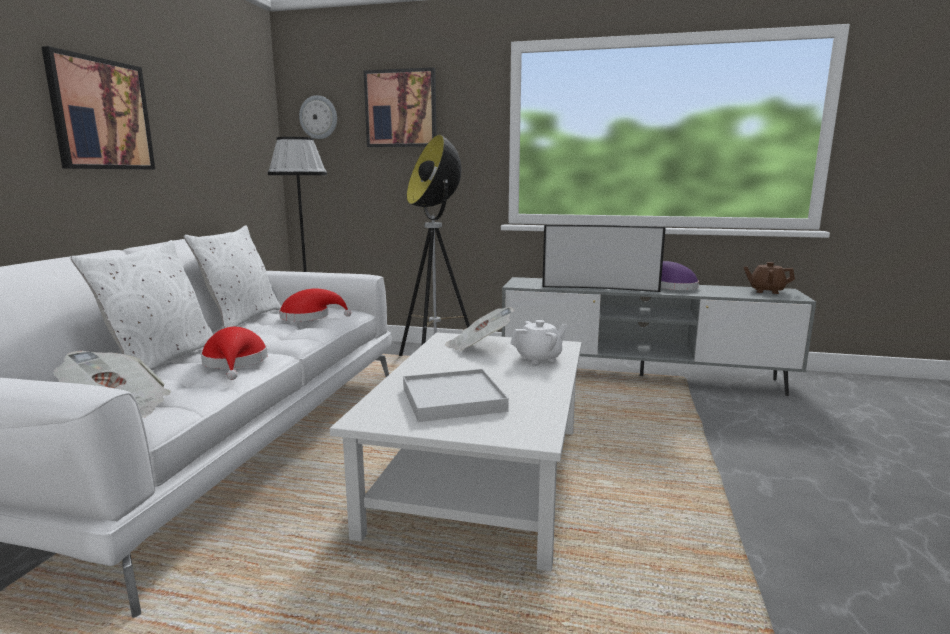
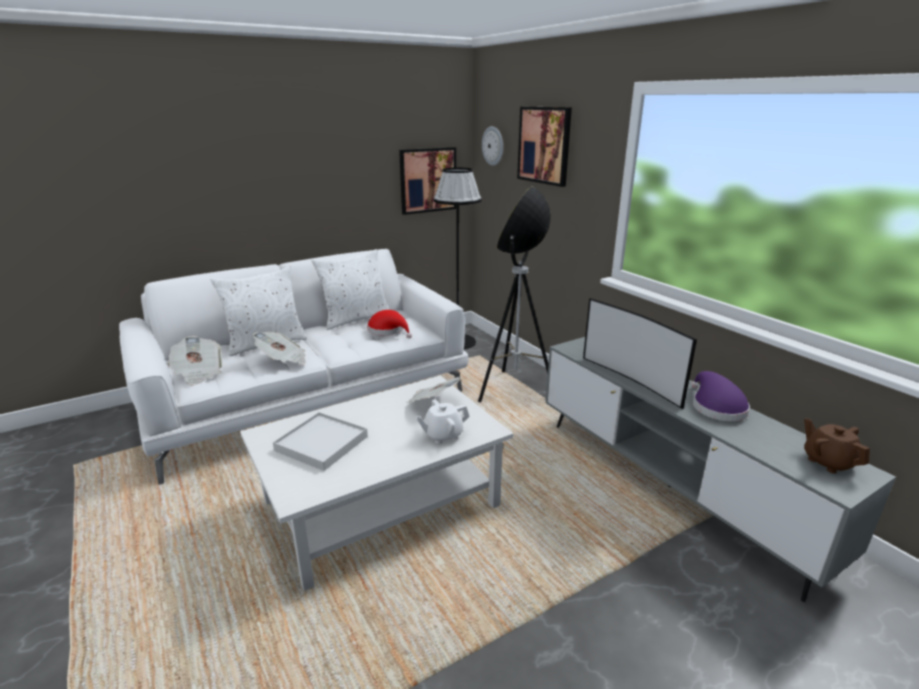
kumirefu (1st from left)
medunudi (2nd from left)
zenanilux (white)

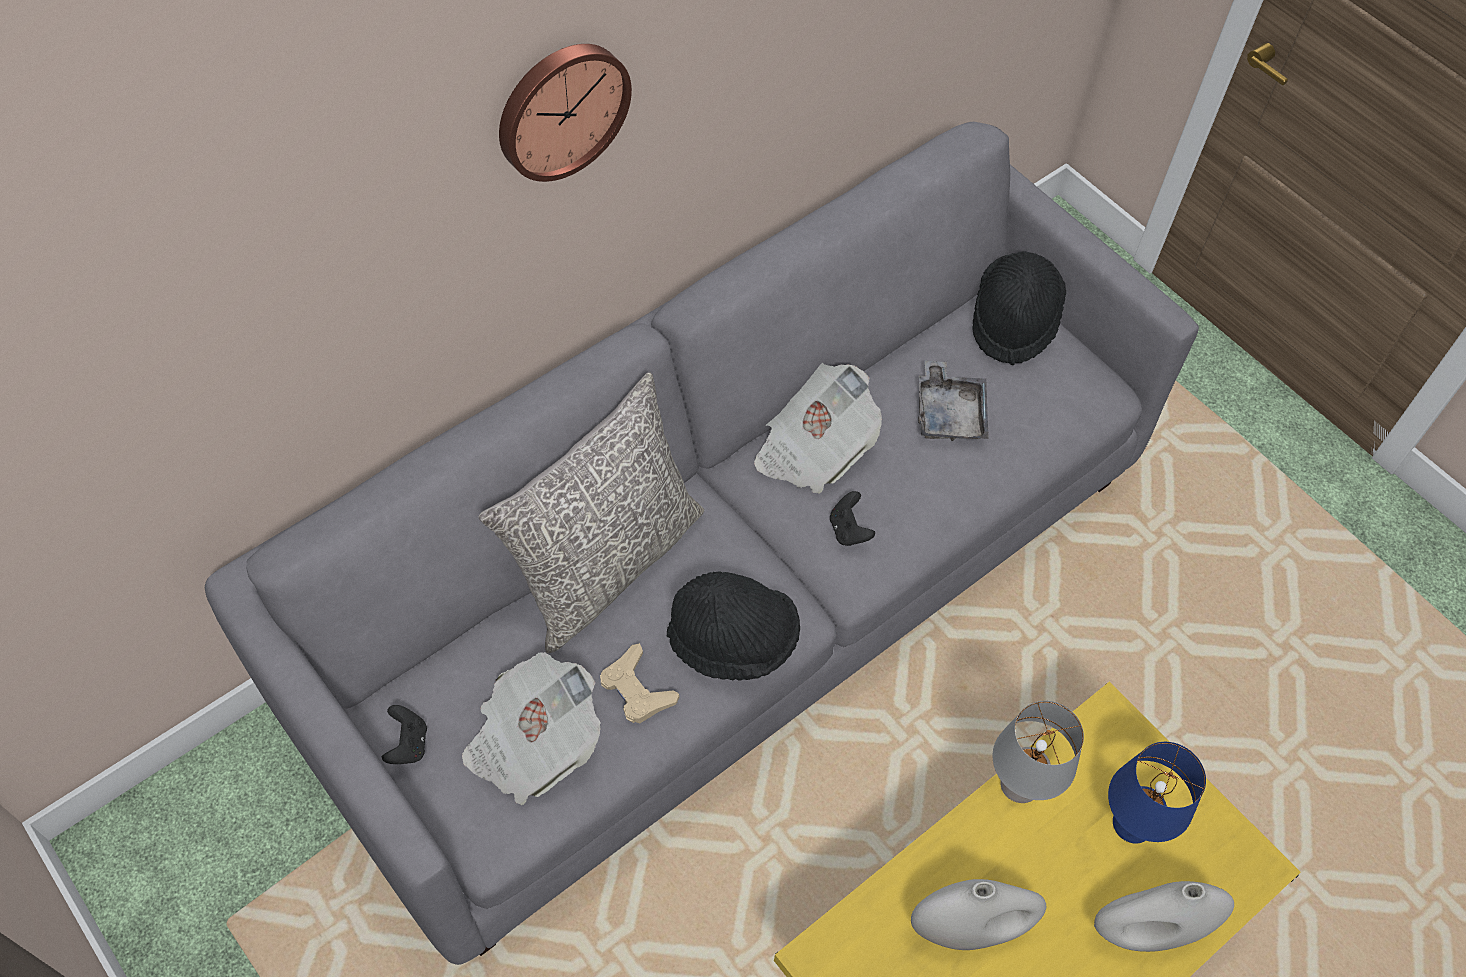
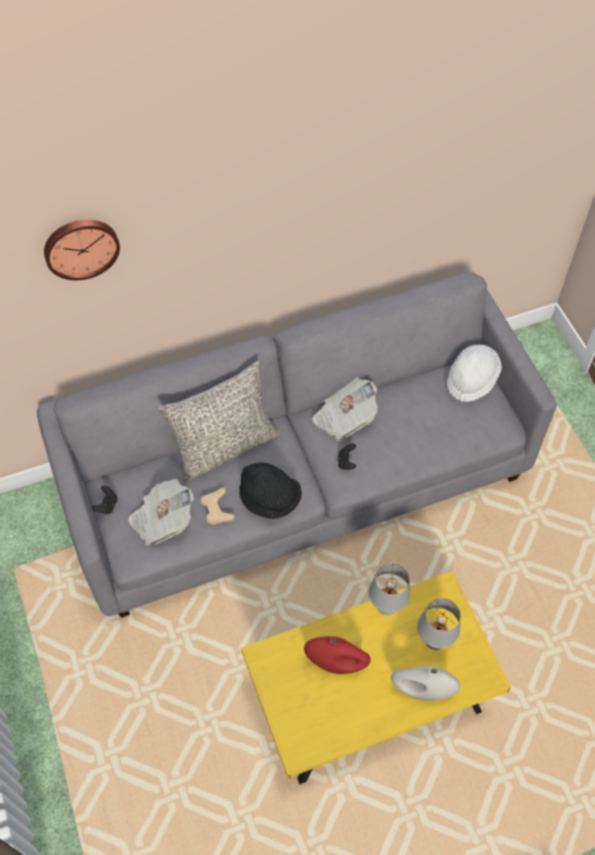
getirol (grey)
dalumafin
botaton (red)
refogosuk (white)
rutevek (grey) (2nd from left)

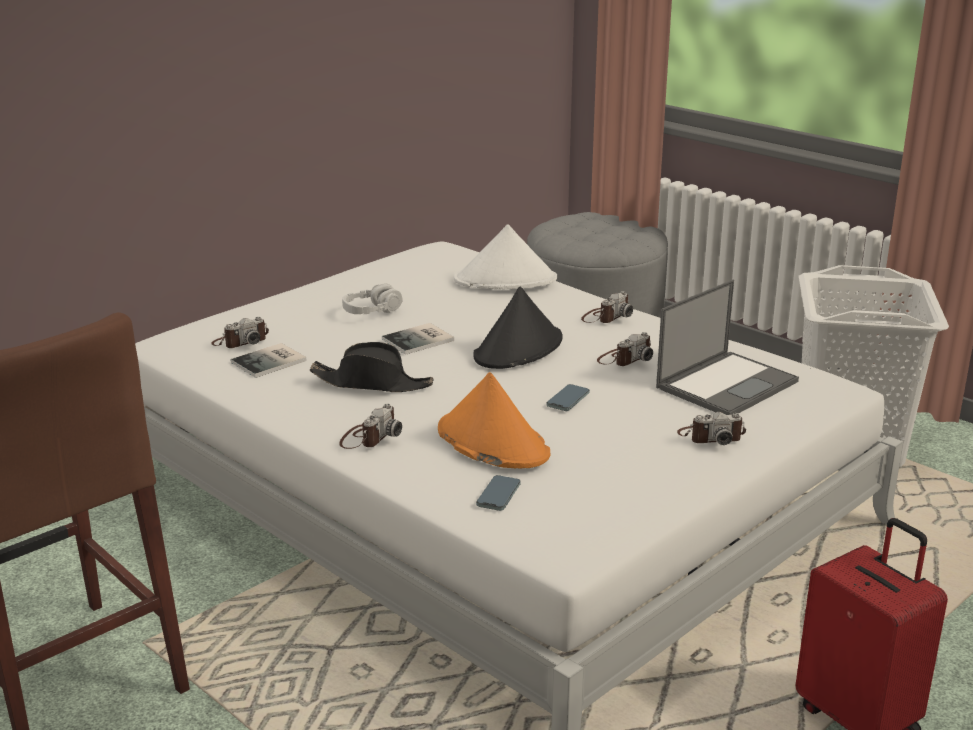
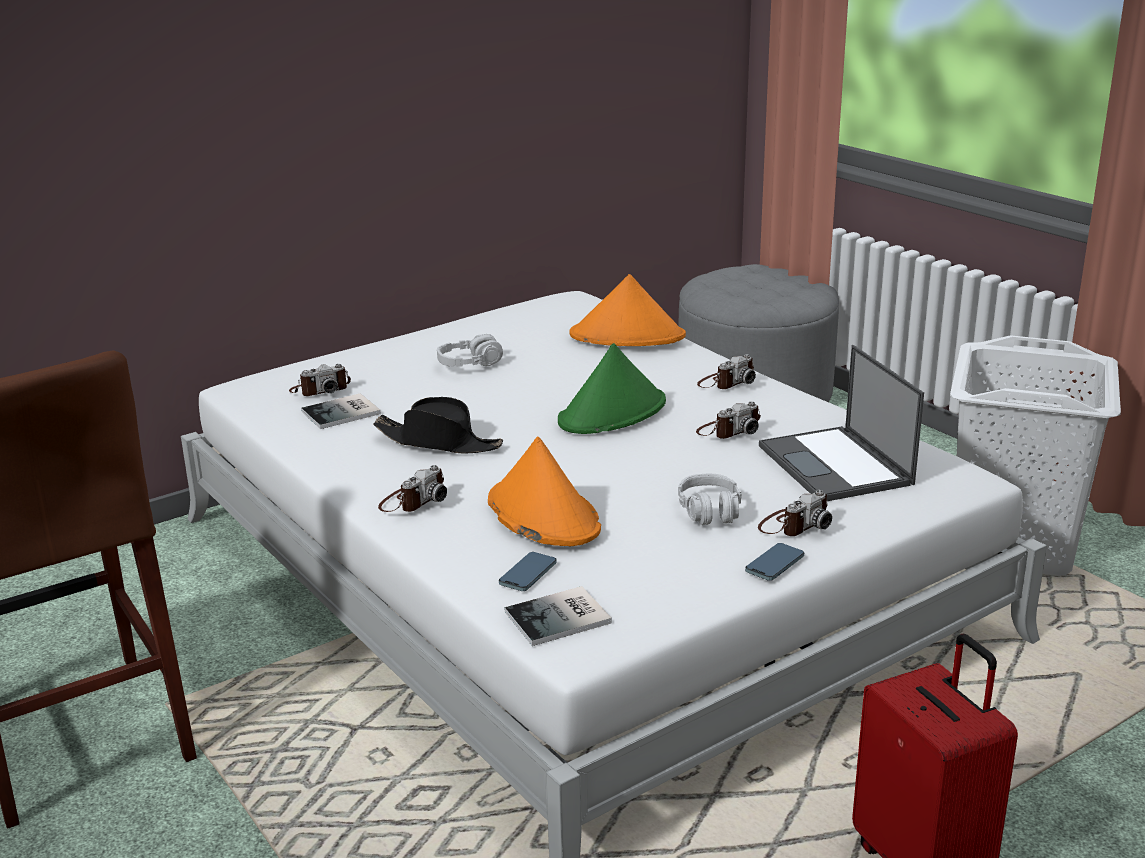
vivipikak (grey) (2nd from left)
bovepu (2nd from left)
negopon (2nd from left)
refogosuk (orange) (2nd from left)
refogosuk (green)
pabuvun
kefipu (5th from left)

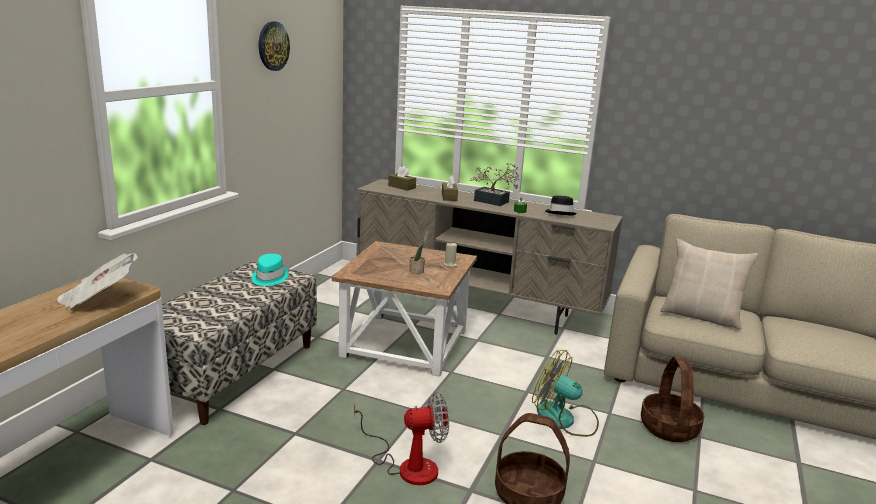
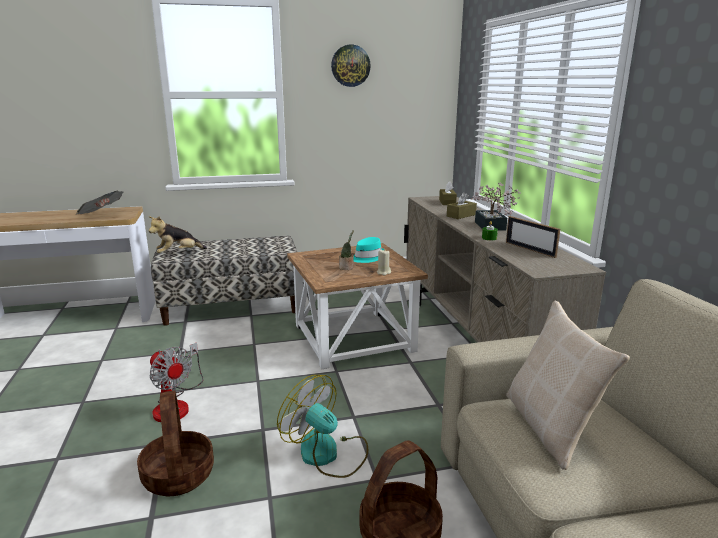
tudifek
refogosuk (turquoise)
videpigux
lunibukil (2nd from left)

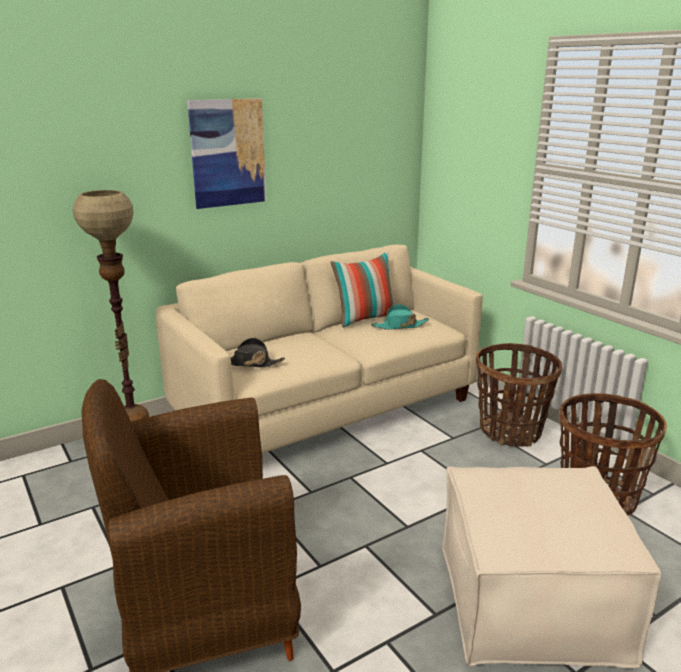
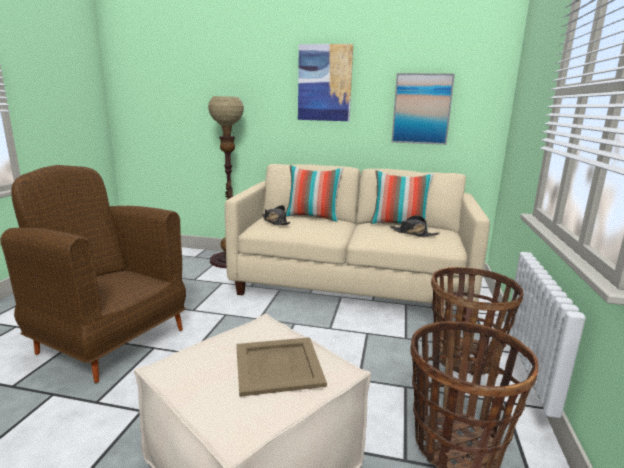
getirol (beige)
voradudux (1st from left)
kumirefu (2nd from left)
refogosuk (black) (2nd from left)

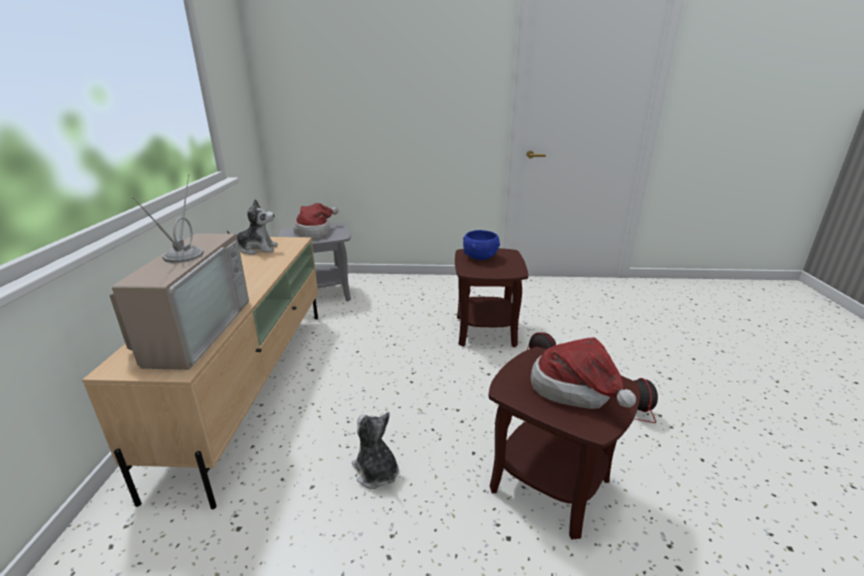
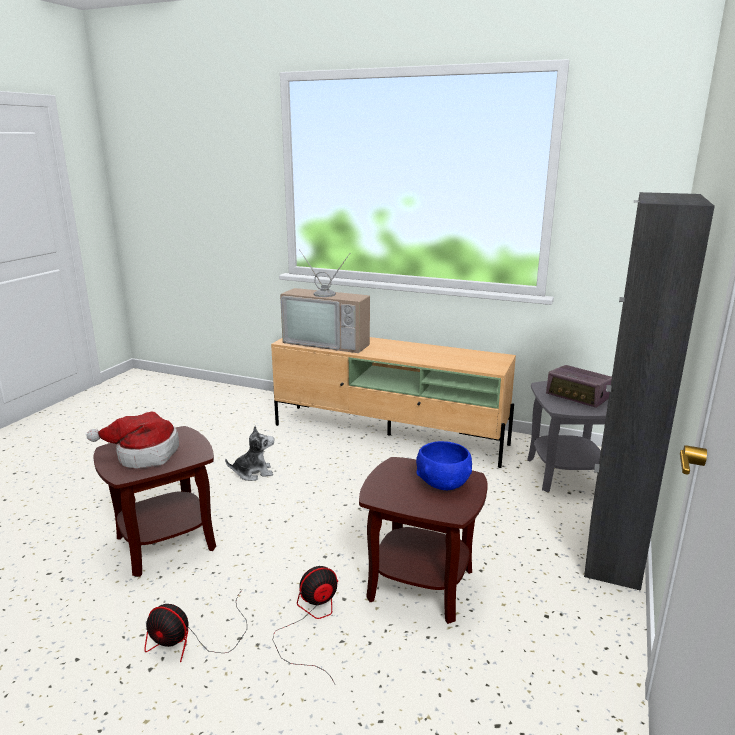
tudifek (1st from left in the first image)
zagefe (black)
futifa

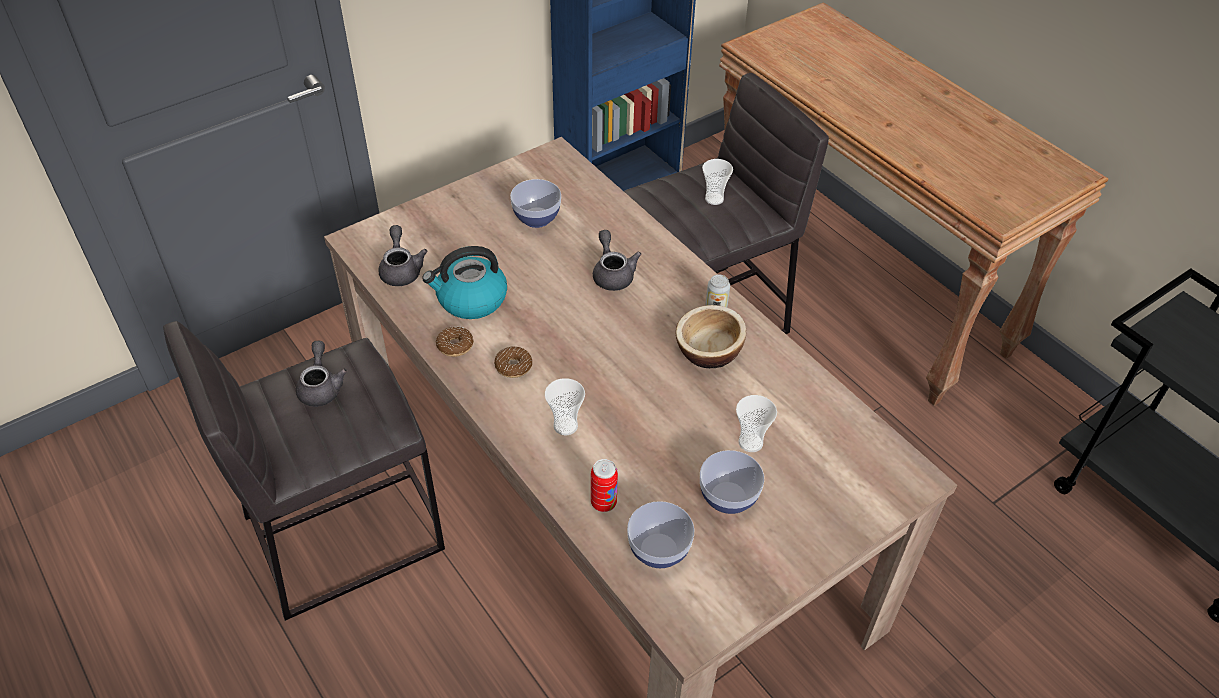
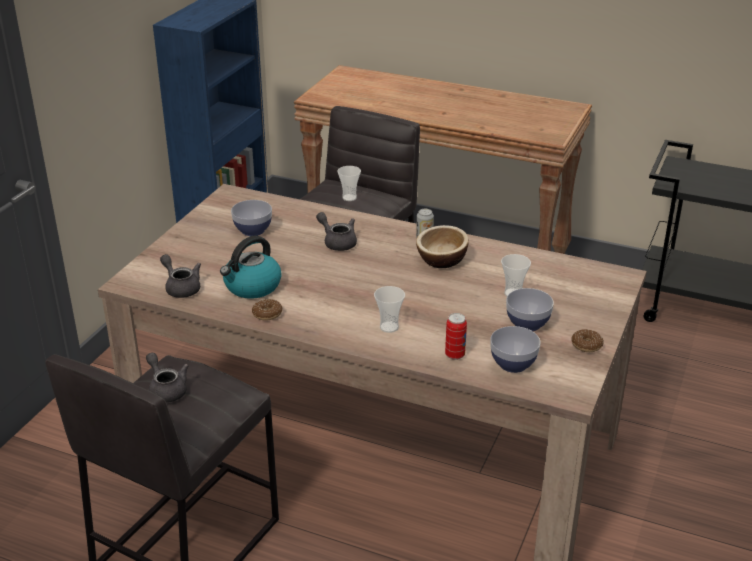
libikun (2nd from left)

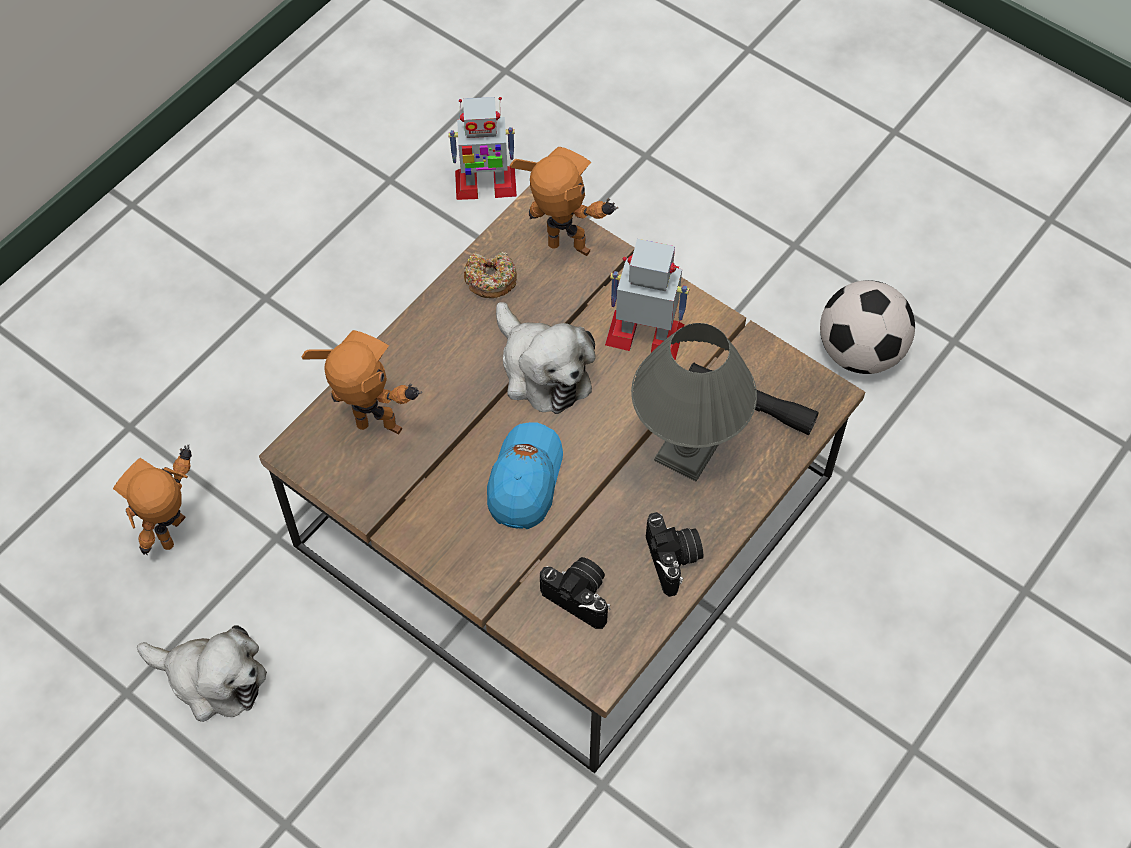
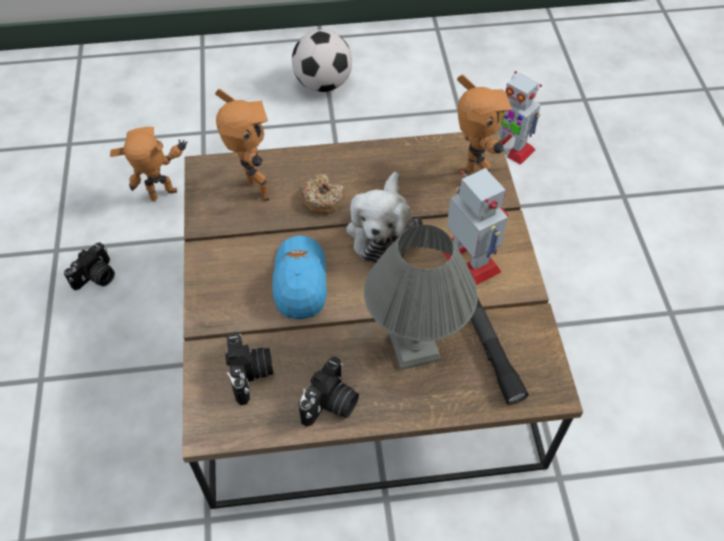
libikun
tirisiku
kefipu (1st from left)
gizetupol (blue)

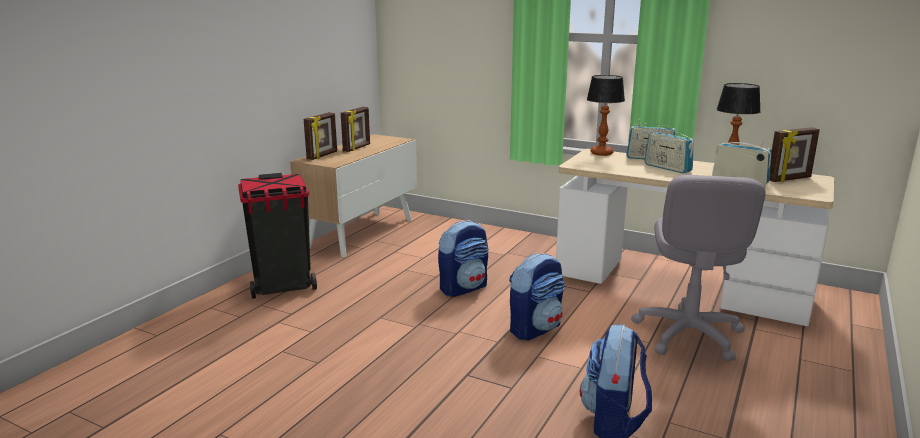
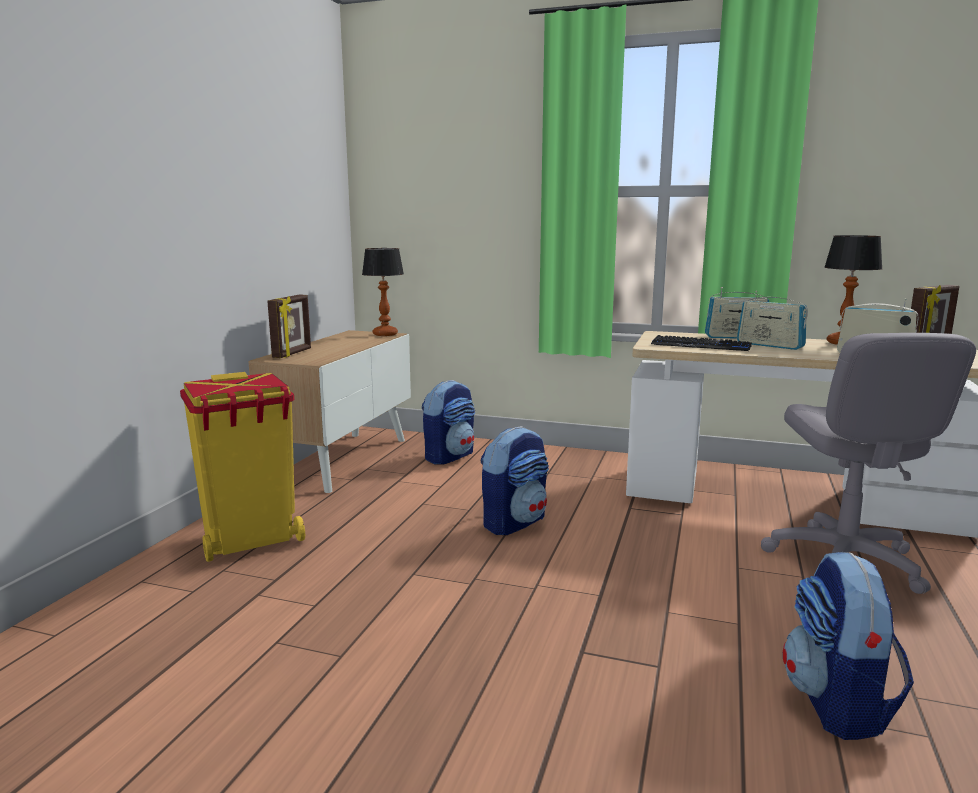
videpigux (2nd from left in the first image)
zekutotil
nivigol (1st from left)
rutevek (1st from left)
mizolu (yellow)

